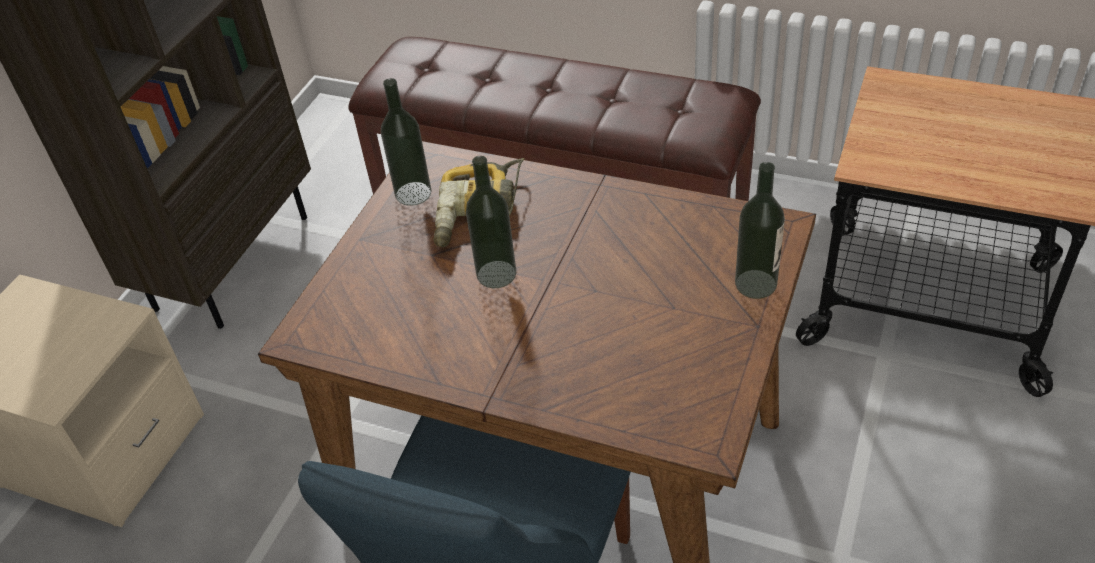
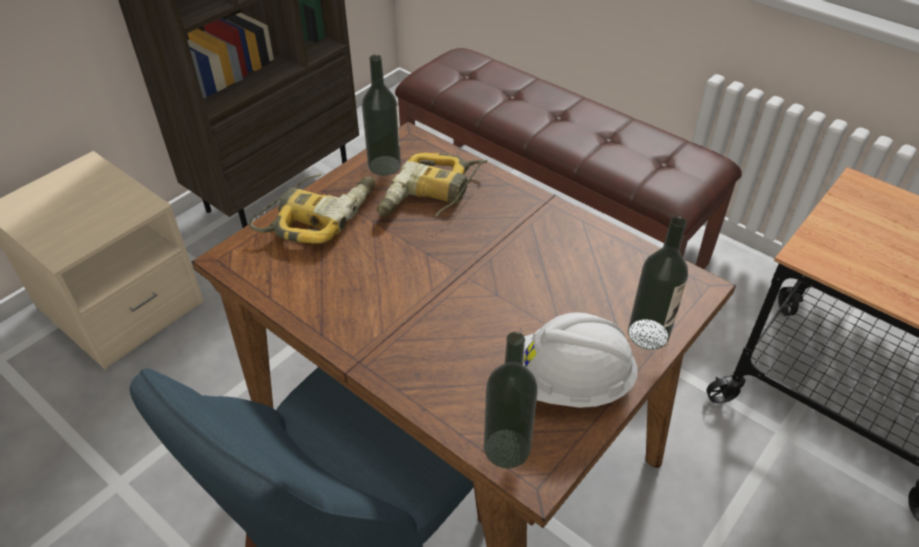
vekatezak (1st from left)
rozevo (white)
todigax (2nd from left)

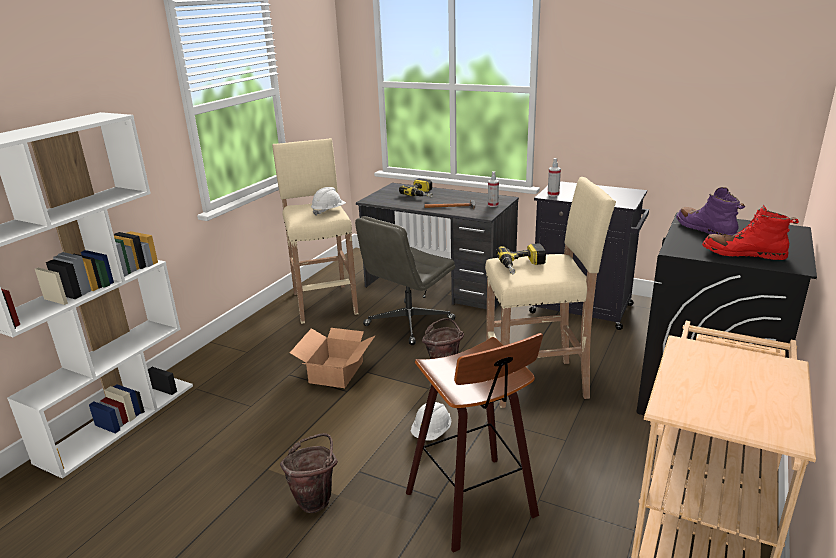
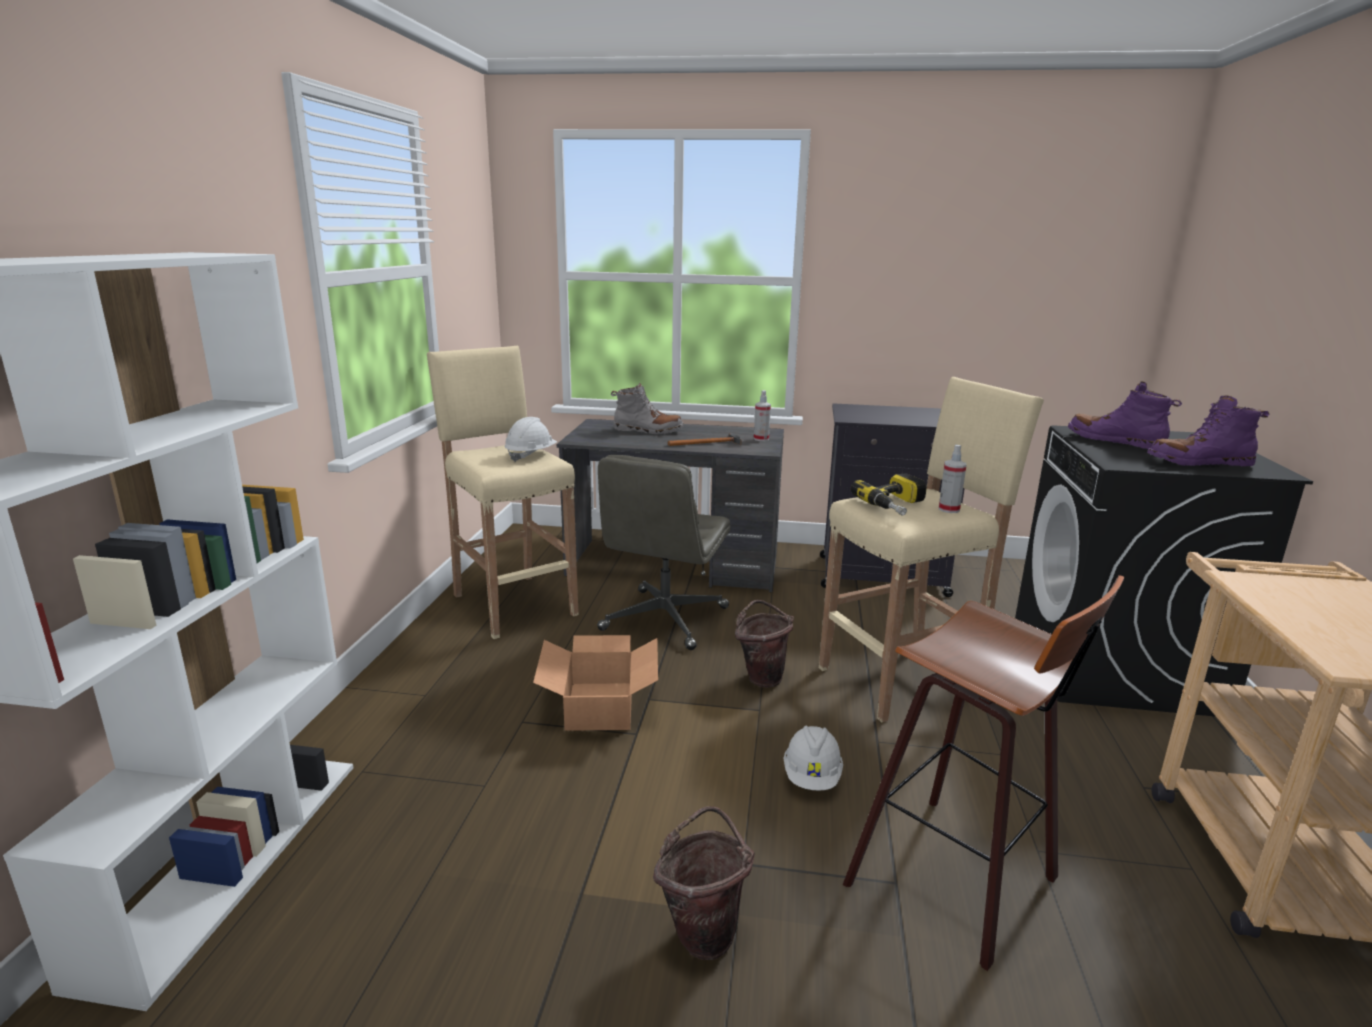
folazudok (2nd from left)
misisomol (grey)
misisomol (purple) (2nd from left)

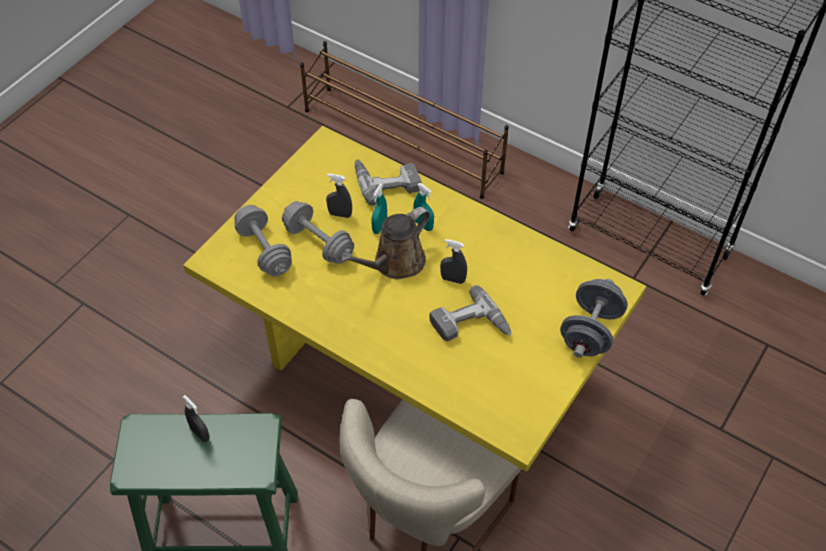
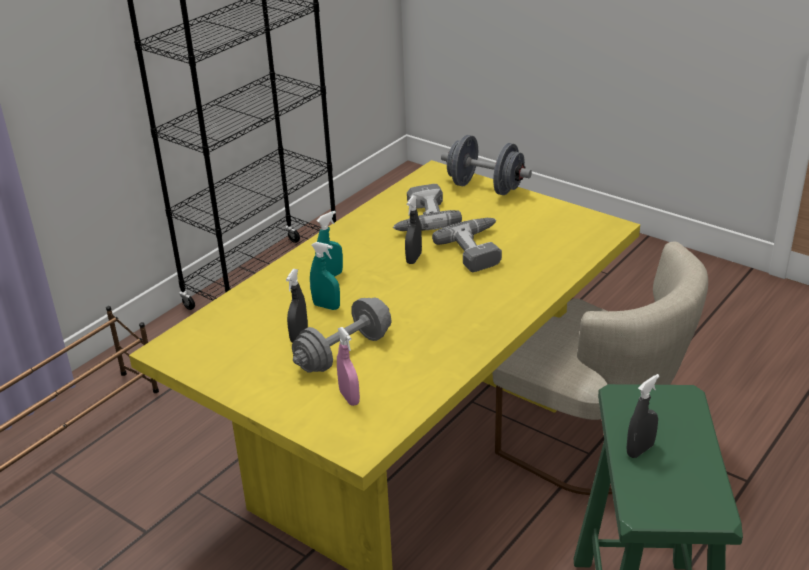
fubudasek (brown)
vekatezak (1st from left)
folazudok (pink)

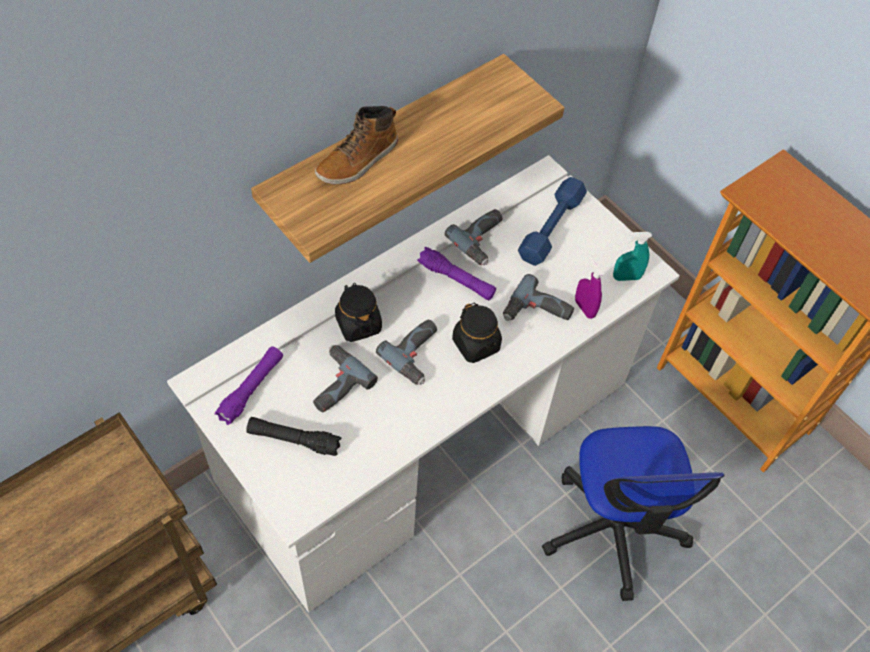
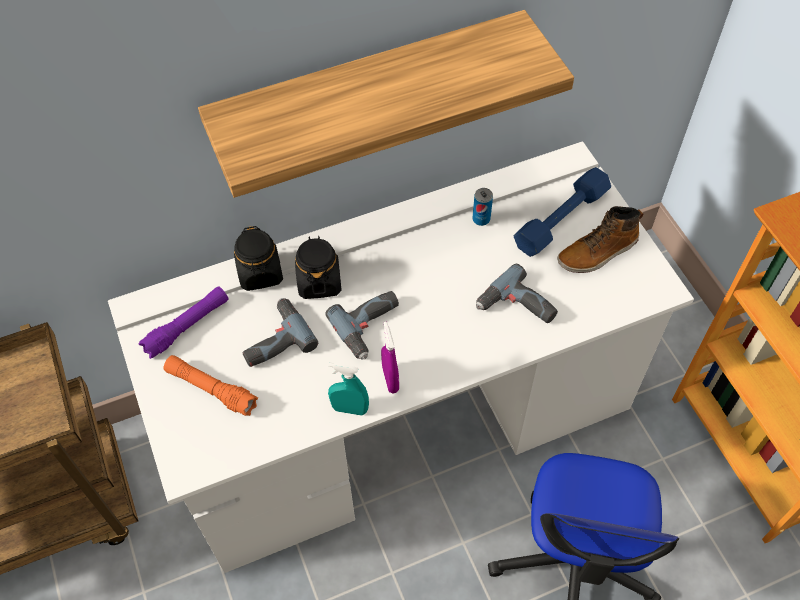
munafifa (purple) (2nd from left in the first image)
misisomol
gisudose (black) (1st from left)
folazudok (purple)
folazudok (turquoise)
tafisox
munafifa (orange)

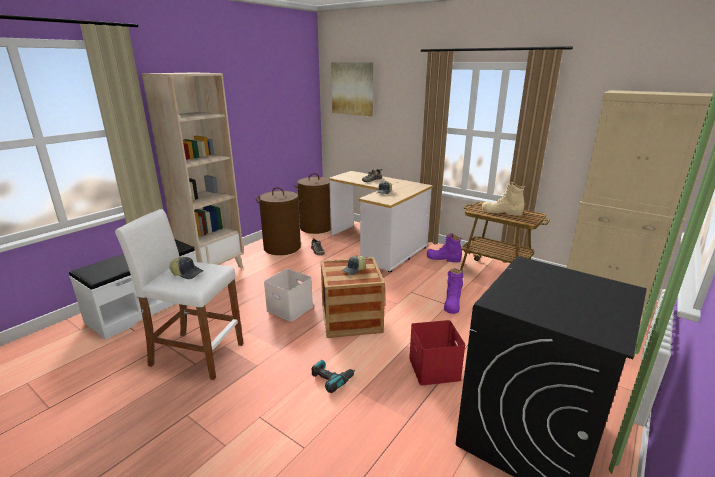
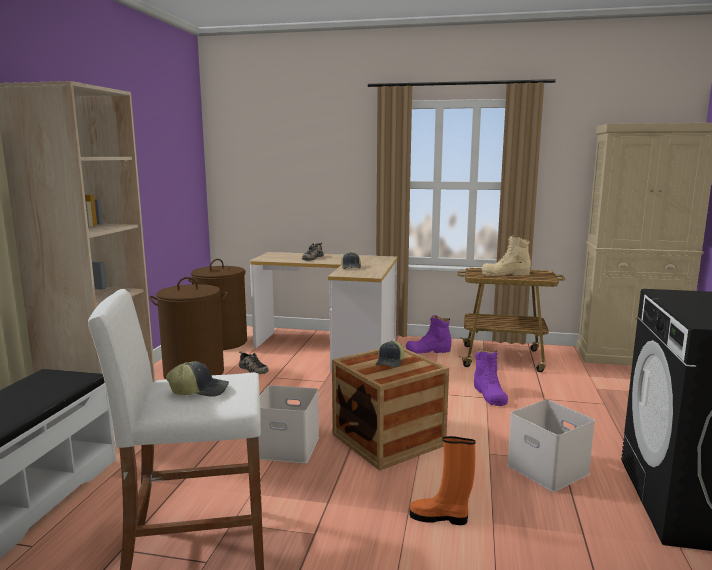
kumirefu
misisomol (orange)
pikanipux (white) (2nd from left)

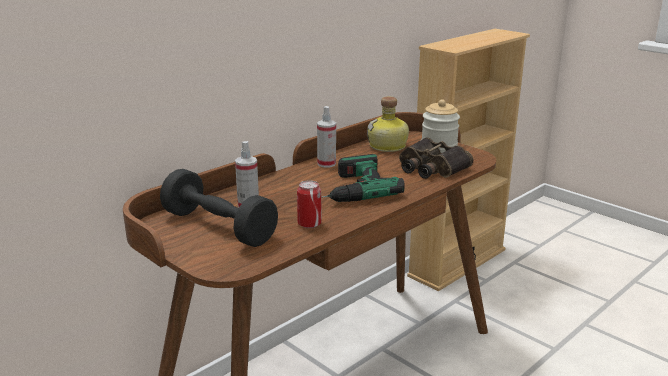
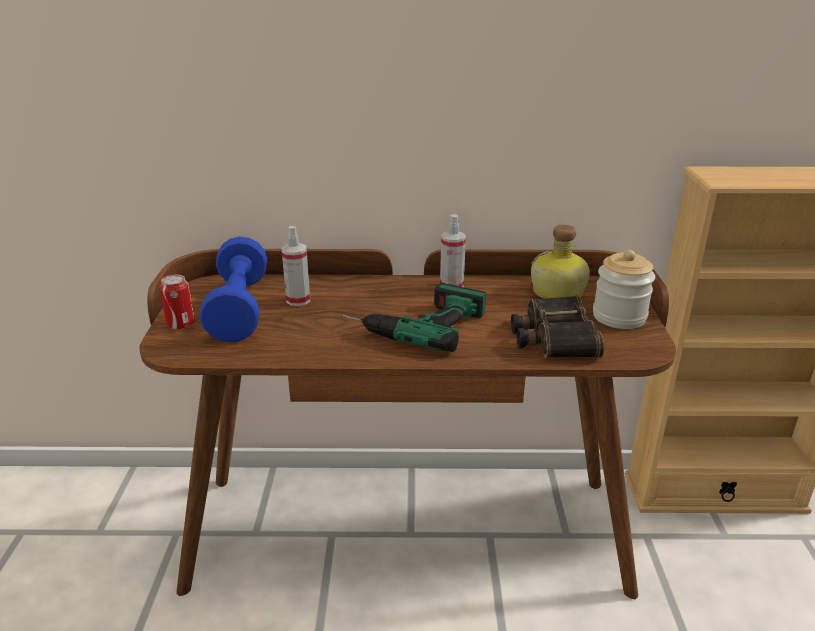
tafisox
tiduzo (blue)

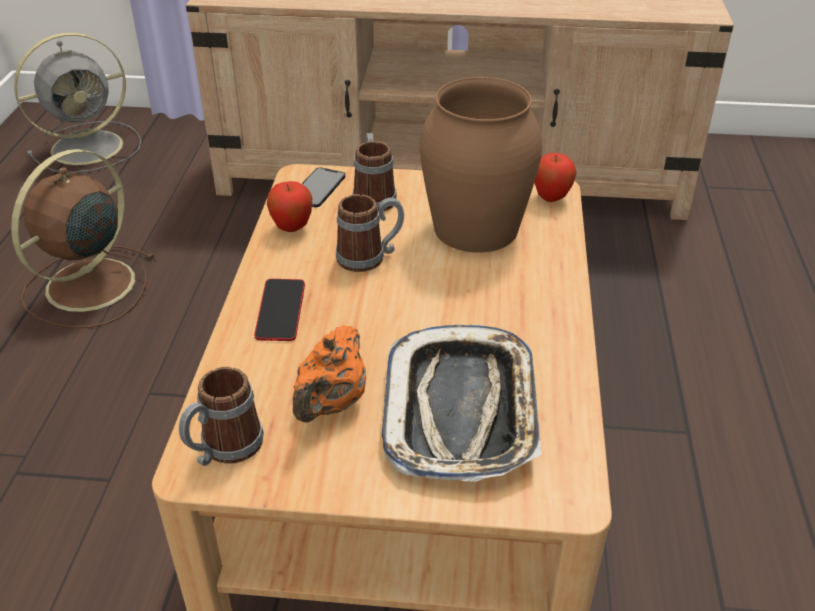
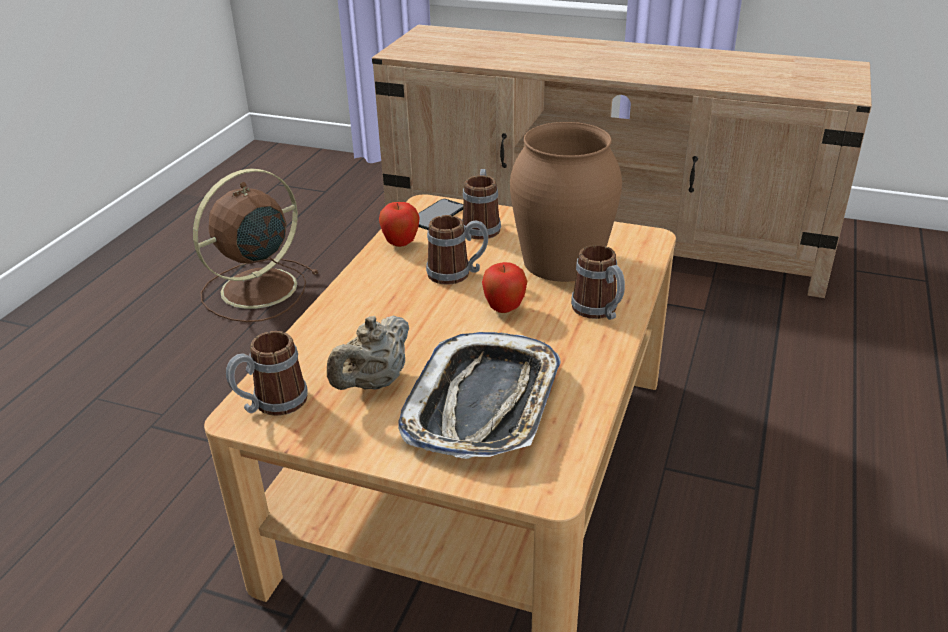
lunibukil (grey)
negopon (1st from left in the first image)
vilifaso (4th from left)
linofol (2nd from left)
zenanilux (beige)

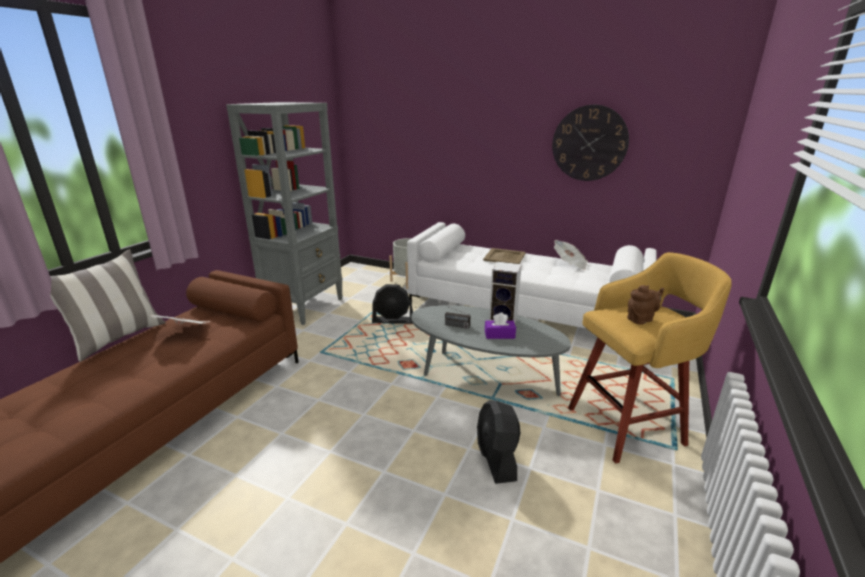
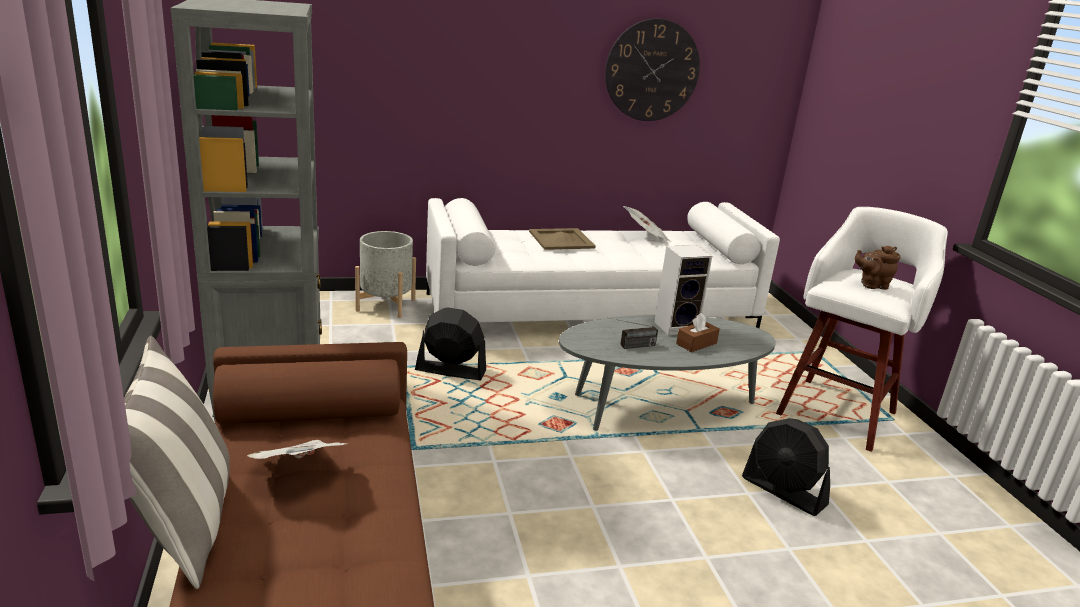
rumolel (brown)
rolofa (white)
lunibukil (black) (1st from left)
zenanilux (brown)

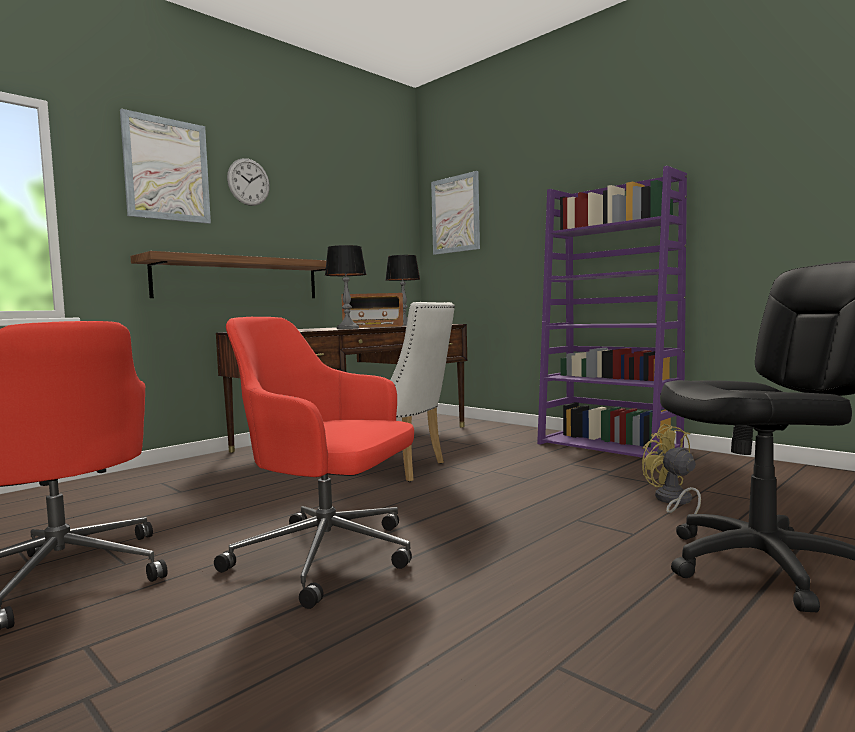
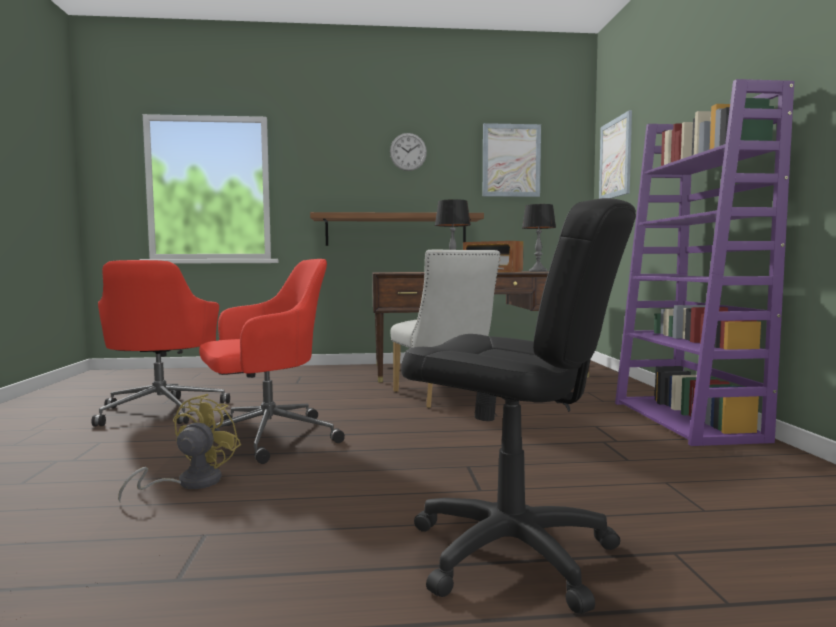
kumirefu (1st from left)
lunibukil (yellow)
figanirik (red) (2nd from left)

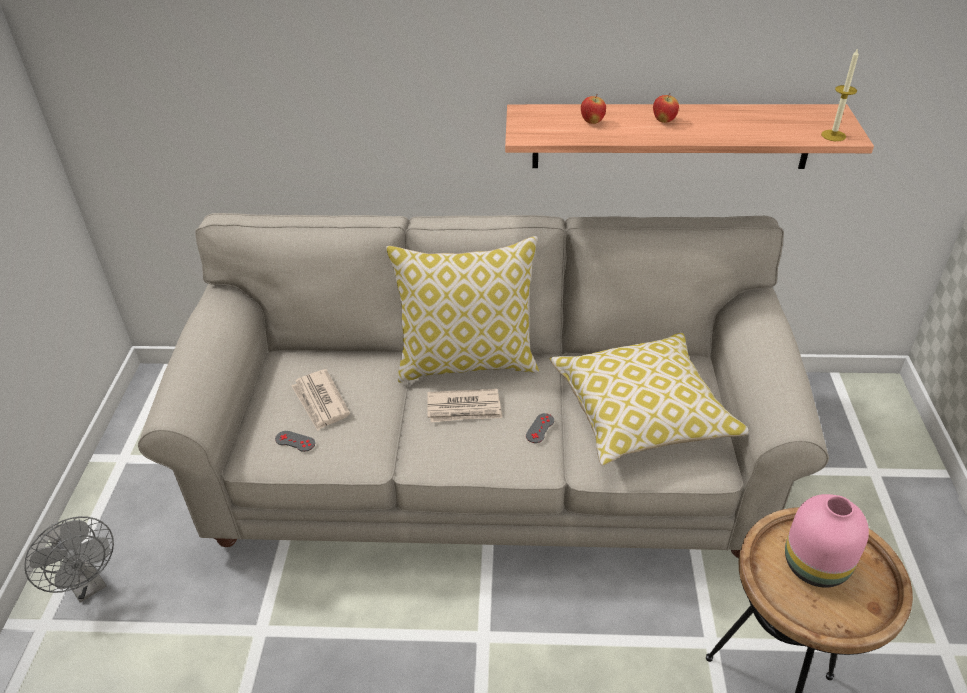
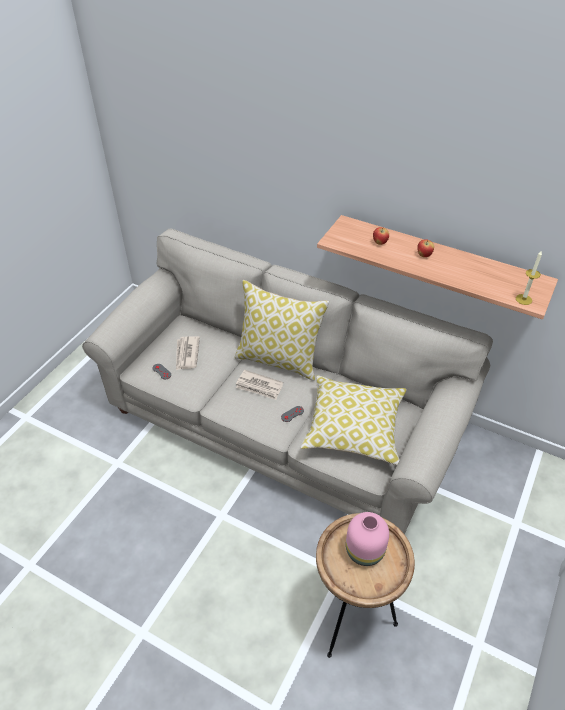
lunibukil (grey)

